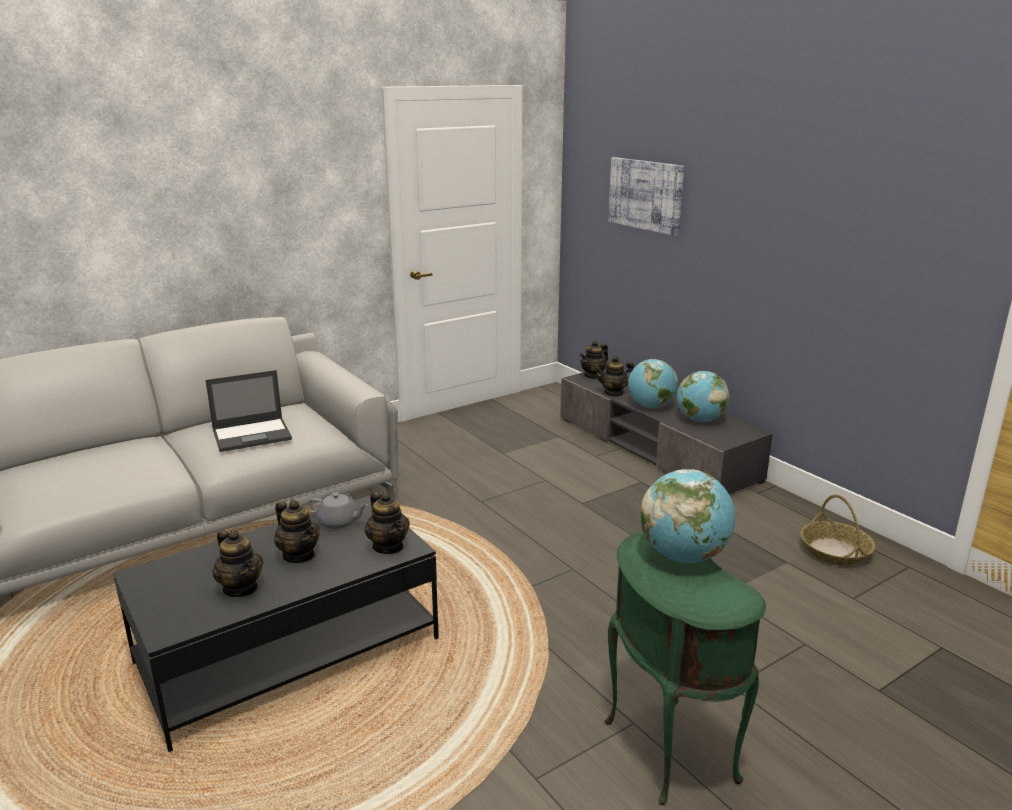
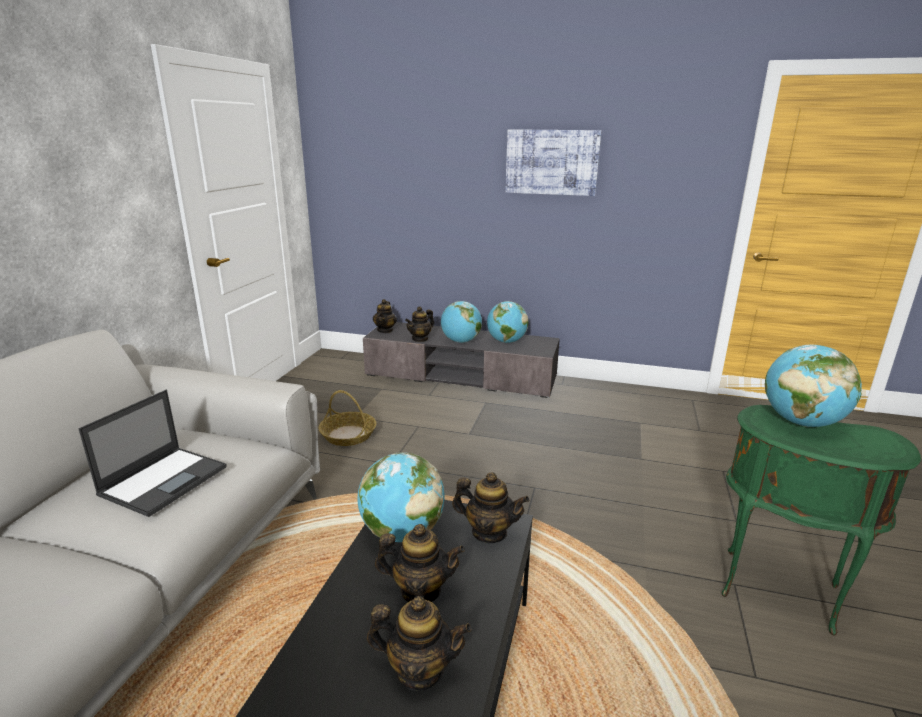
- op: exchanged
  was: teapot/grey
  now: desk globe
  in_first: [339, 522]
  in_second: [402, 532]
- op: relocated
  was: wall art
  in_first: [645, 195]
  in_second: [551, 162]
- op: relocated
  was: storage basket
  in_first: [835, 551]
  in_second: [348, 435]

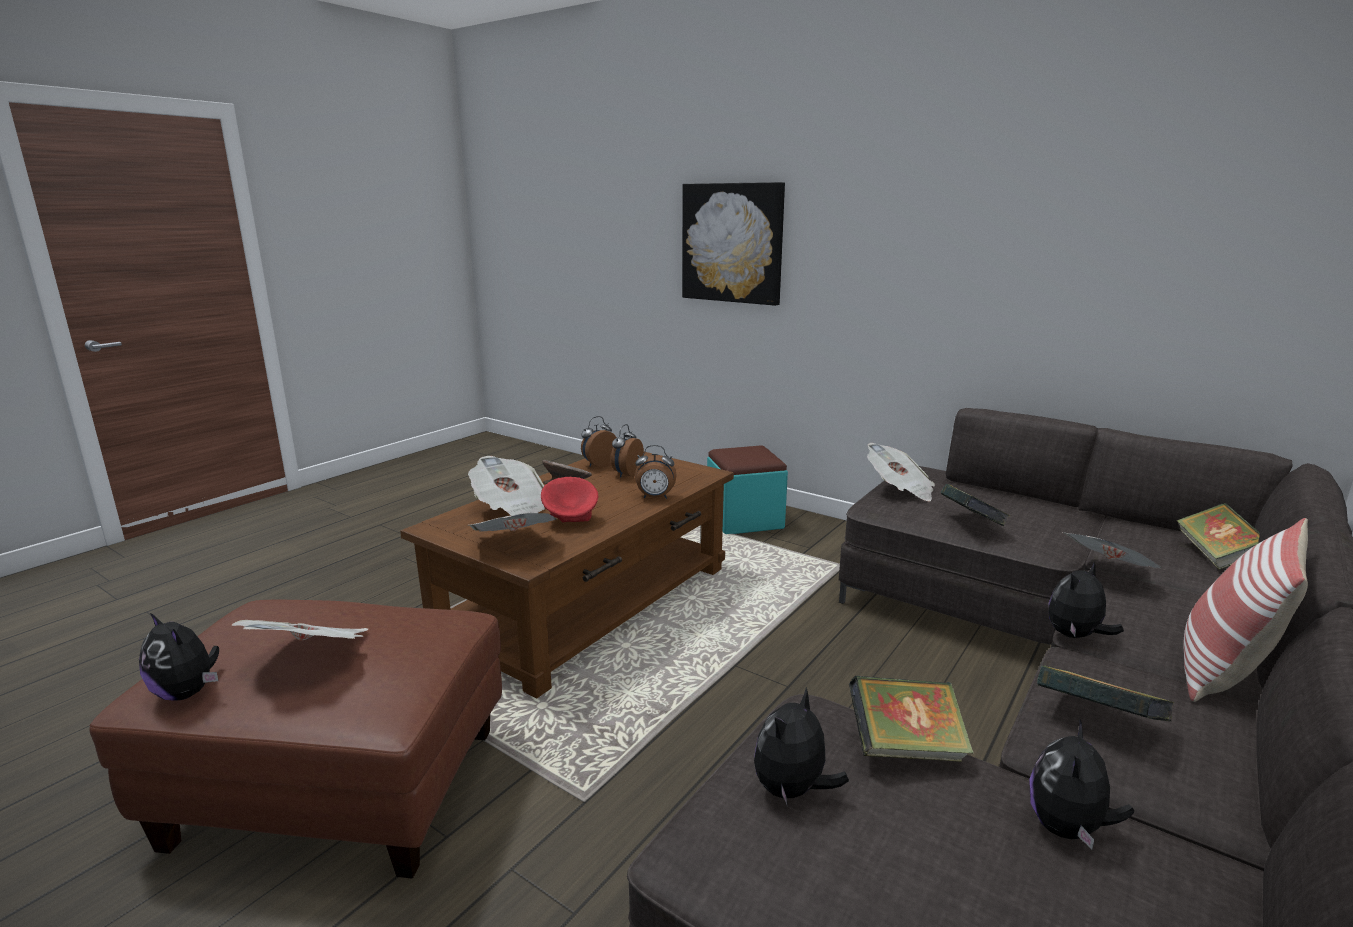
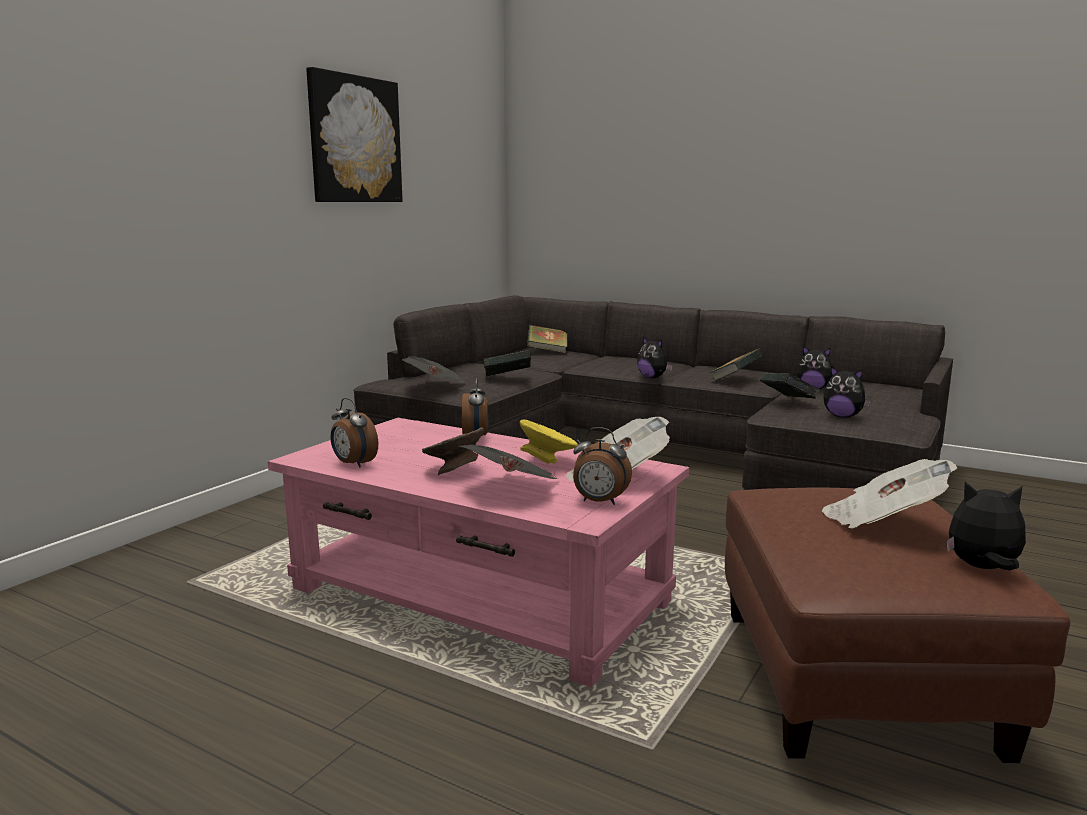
- op: spun
  was: soft toy
  in_first: [188, 693]
  in_second: [982, 568]
  clockwise: -105
- op: colour
  was: lounge table/brownish
  now: lounge table/pinkish
  in_first: [587, 604]
  in_second: [480, 596]
- op: colour
  was: serving bowl/red
  now: serving bowl/yellow
  in_first: [571, 521]
  in_second: [547, 462]
- op: relocated
  was: alarm clock
  in_first: [626, 474]
  in_second: [599, 502]
- op: relocated
  was: wall art
  in_first: [732, 243]
  in_second: [354, 140]
- op: missing
  was: footrest/turquoise-coloured
  in_first: [744, 519]
- op: missing
  was: newspaper
  in_first: [1108, 574]
- op: missing
  was: pillow
  in_first: [1223, 671]

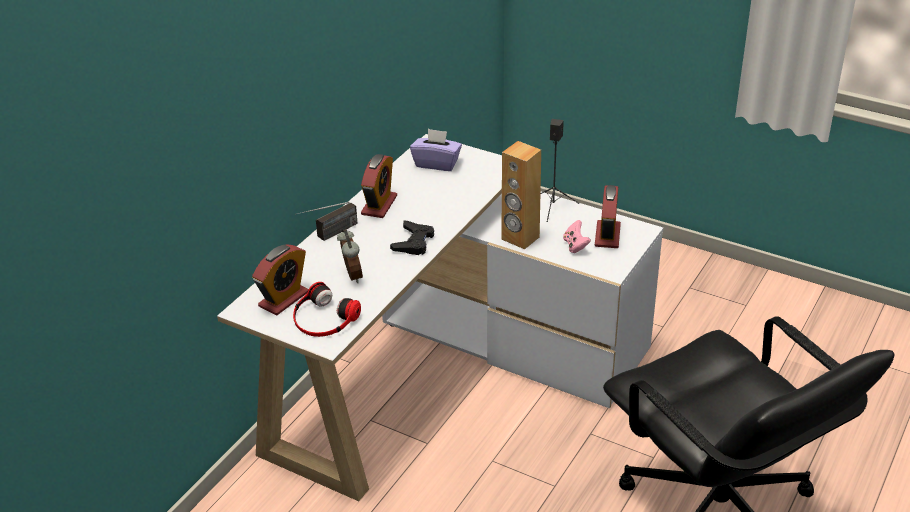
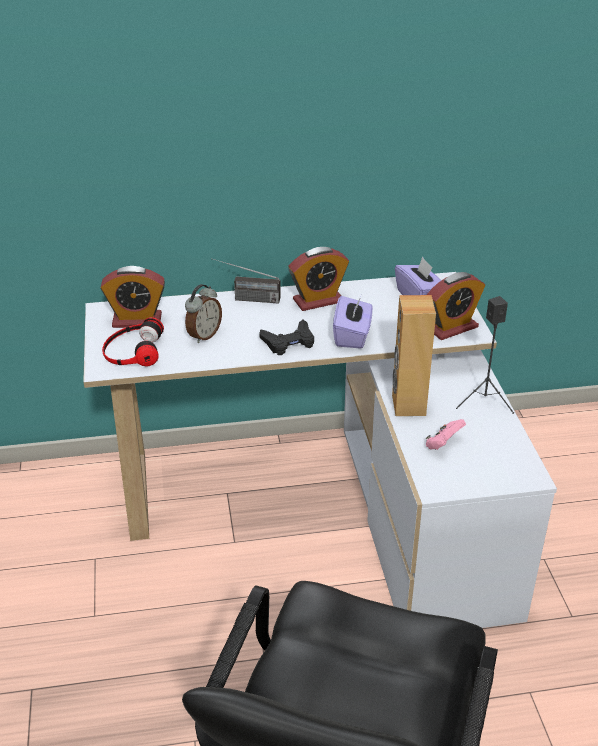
- op: relocated
  was: alarm clock
  in_first: [607, 235]
  in_second: [451, 328]
- op: appeared
  now: box of tissues/purple-coloured
  in_second: [352, 336]

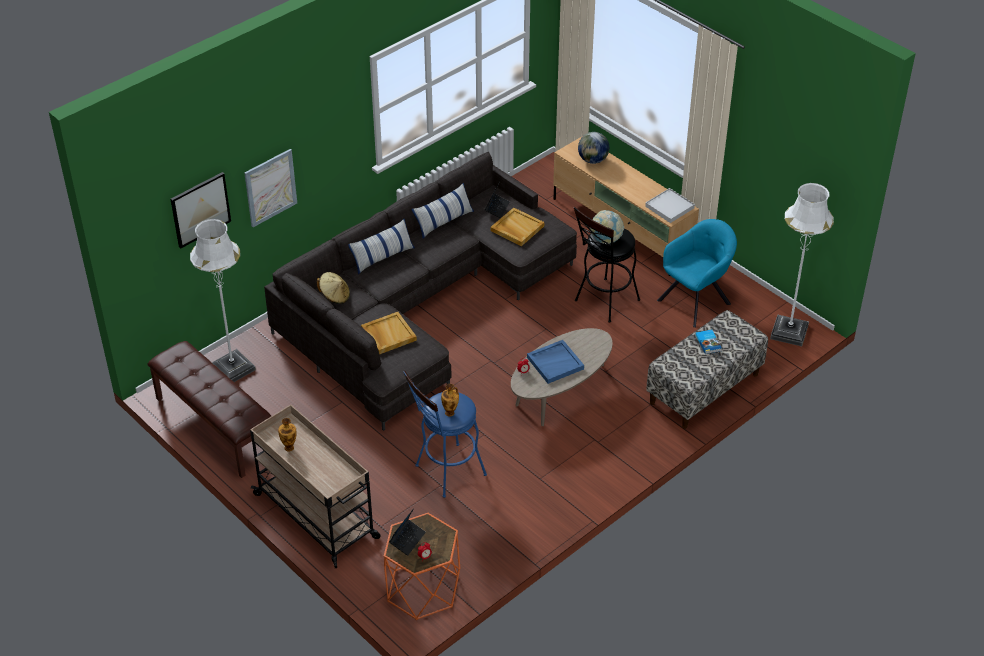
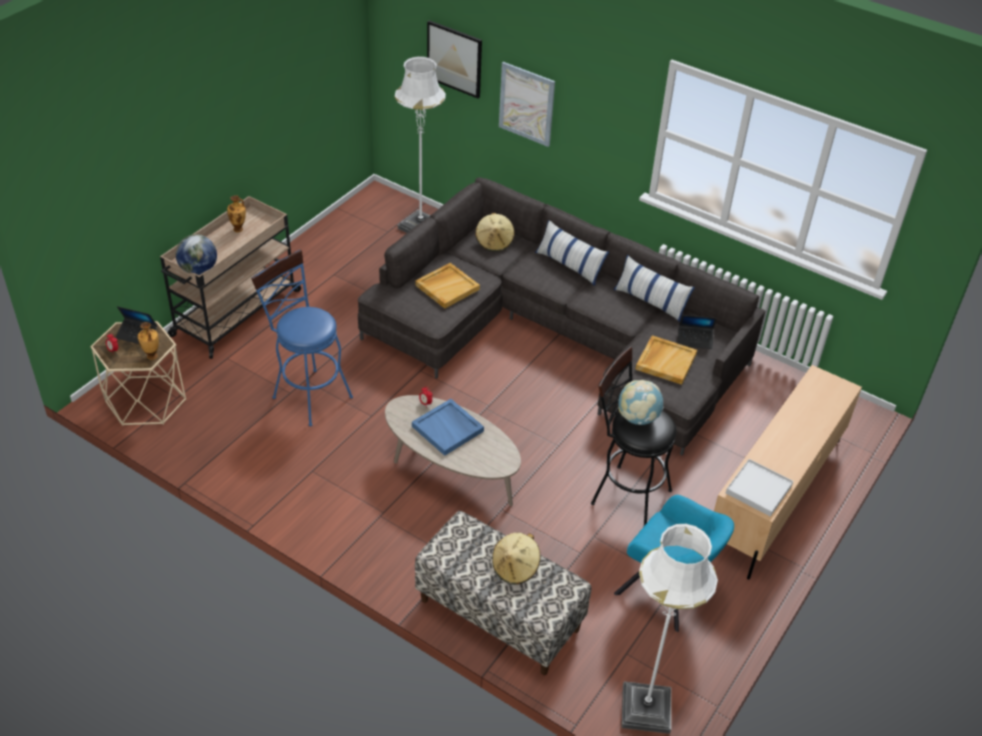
- op: missing
  was: long seat/brownish
  in_first: [214, 427]
- op: colour
  was: end table/orange
  now: end table/sand-coloured
  in_first: [423, 589]
  in_second: [145, 401]
- op: relocated
  was: flower vase
  in_first: [450, 413]
  in_second: [152, 356]
- op: relocated
  was: desk globe
  in_first: [593, 160]
  in_second: [198, 270]
- op: exchanged
  was: bound book
  now: clothing hat/sand-coloured
  in_first: [708, 343]
  in_second: [515, 568]

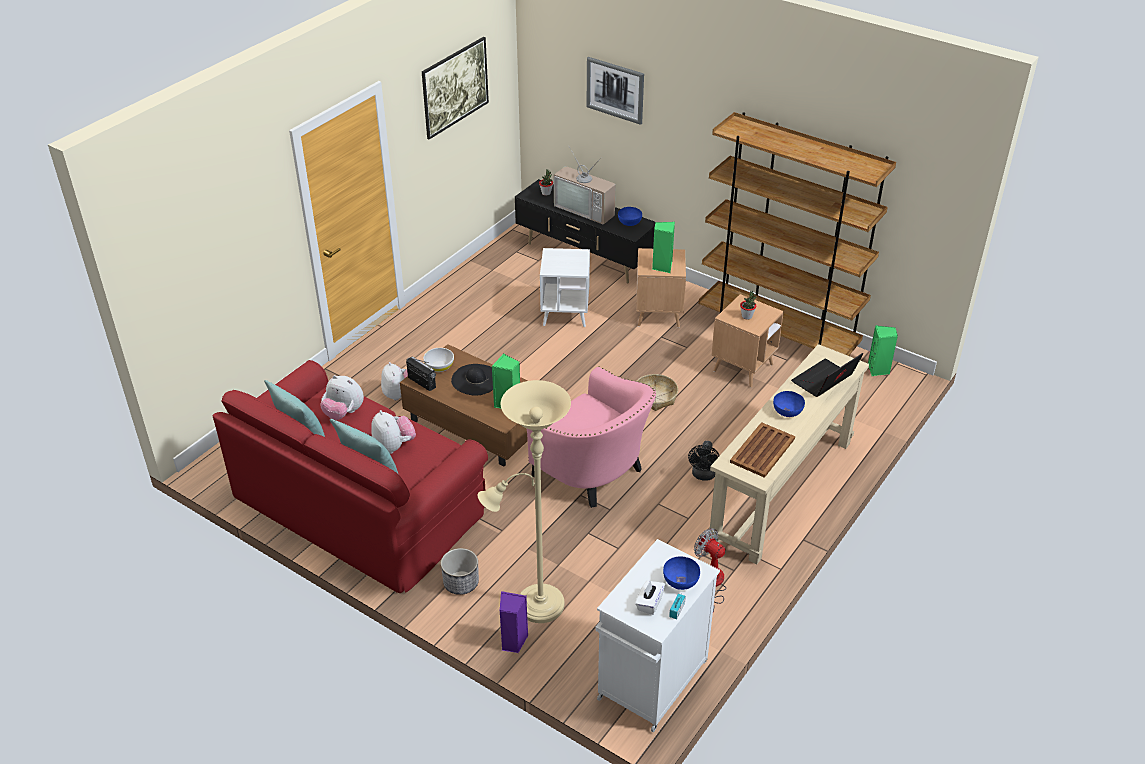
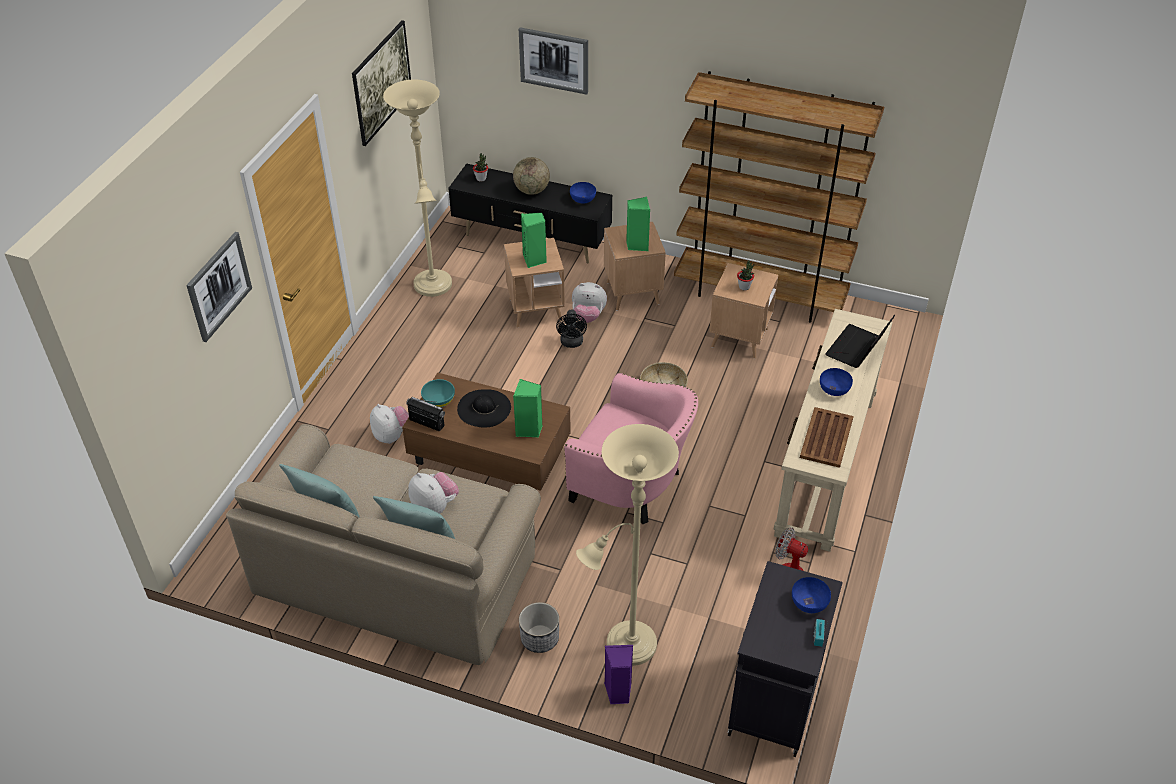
- op: colour
  was: settee/red
  now: settee/sand-coloured
  in_first: [359, 502]
  in_second: [395, 570]
- op: relocated
  was: soft toy
  in_first: [344, 413]
  in_second: [588, 316]
- op: colour
  was: serving bowl/white-coloured
  now: serving bowl/turquoise-coloured
  in_first: [439, 366]
  in_second: [438, 400]
- op: colour
  was: end table/white-coloured
  now: end table/brownish
  in_first: [565, 314]
  in_second: [535, 310]
- op: exchanged
  was: television
  now: desk globe
  in_first: [587, 209]
  in_second: [532, 190]
- op: colour
  was: cabinet/white-coloured
  now: cabinet/blackish
  in_first: [651, 682]
  in_second: [774, 703]
- op: missing
  was: box of tissues/white-coloured
  in_first: [649, 603]
- op: relocated
  was: fan/blackish
  in_first: [703, 475]
  in_second: [572, 343]
- op: relocated
  was: speaker/green
  in_first: [878, 370]
  in_second: [534, 260]
- op: appeared
  now: wall art
  in_second: [218, 286]
- op: appeared
  now: standard lamp/sand-coloured
  in_second: [433, 287]

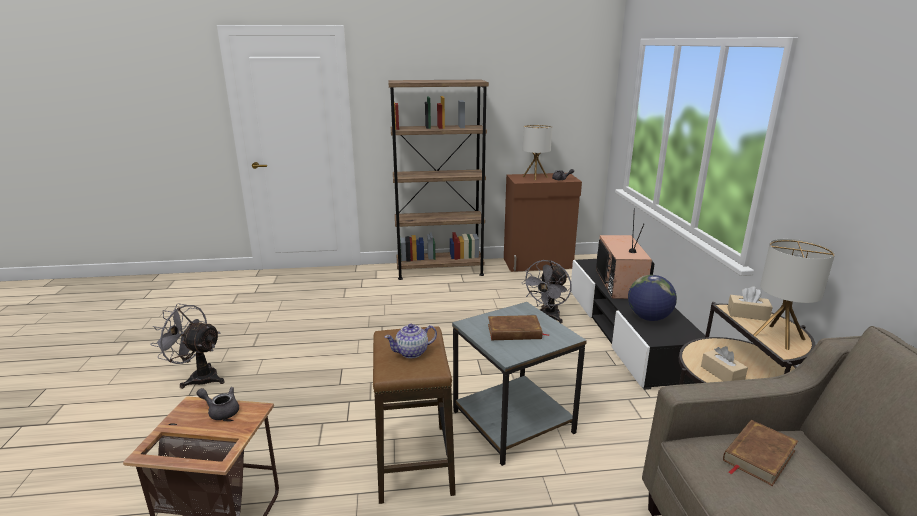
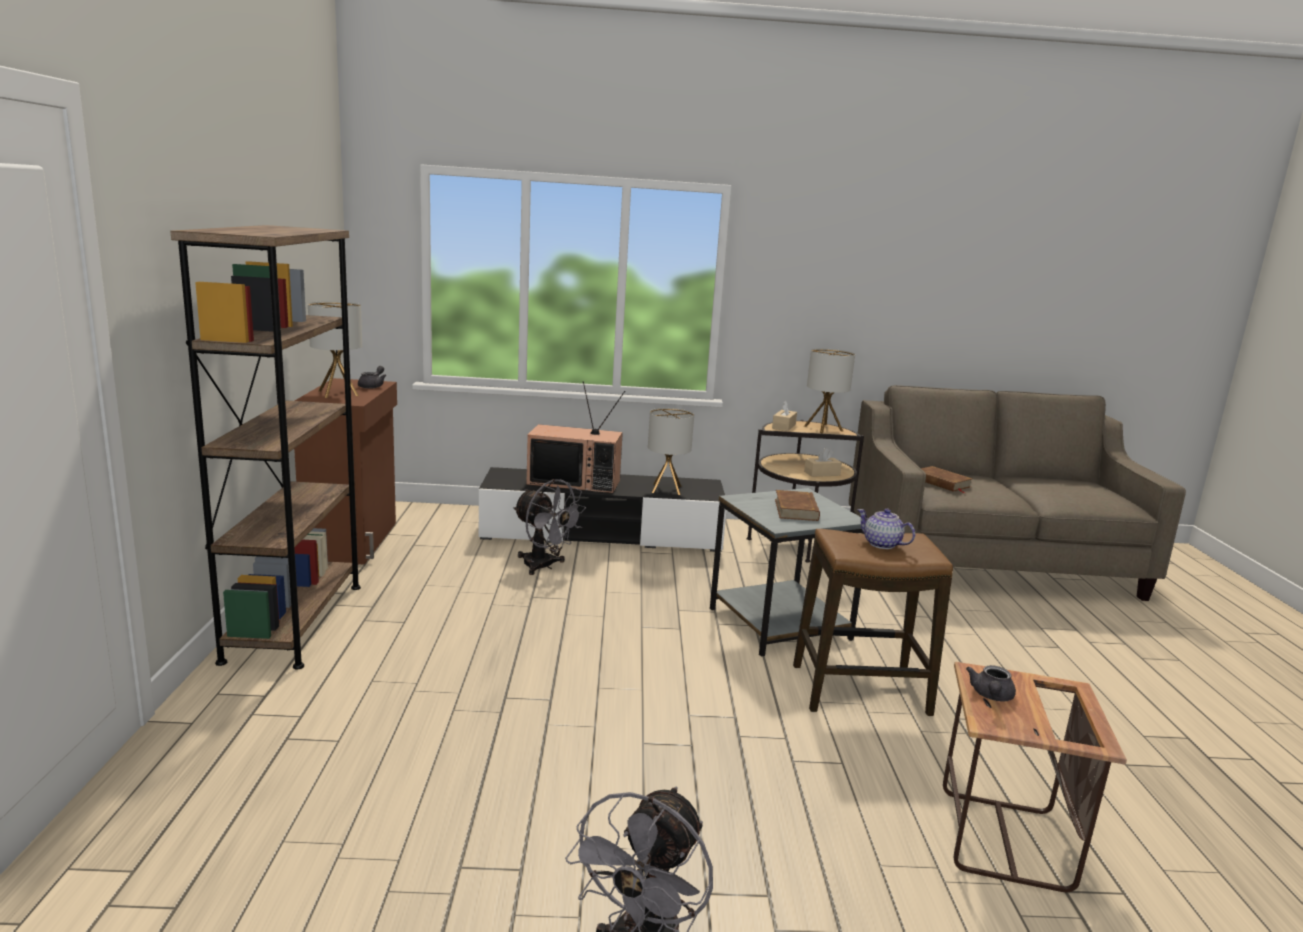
- op: spun
  was: teapot
  in_first: [412, 352]
  in_second: [882, 544]
  clockwise: 150
- op: exchanged
  was: desk globe
  now: table lamp
  in_first: [648, 318]
  in_second: [666, 489]

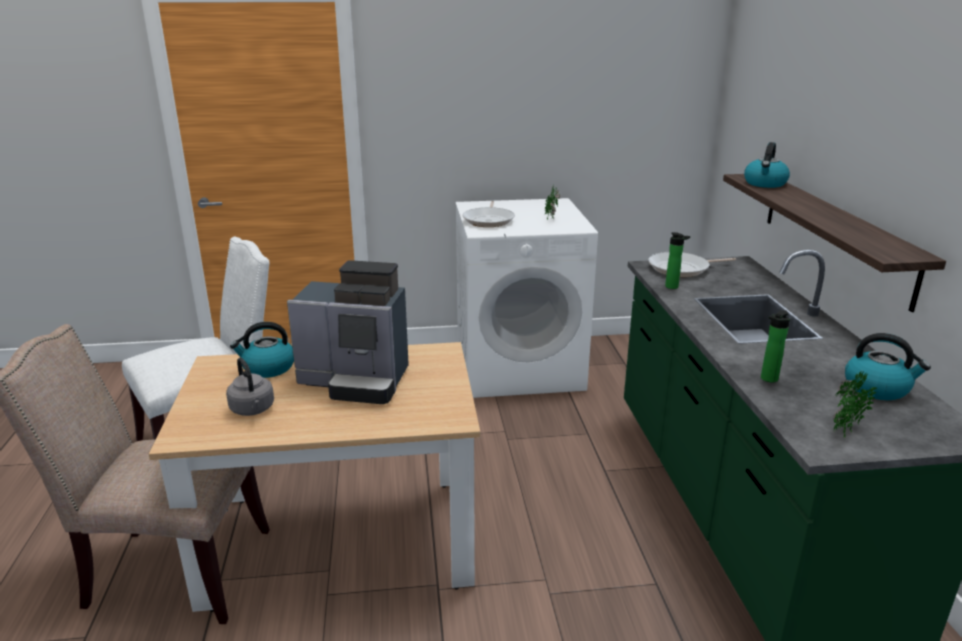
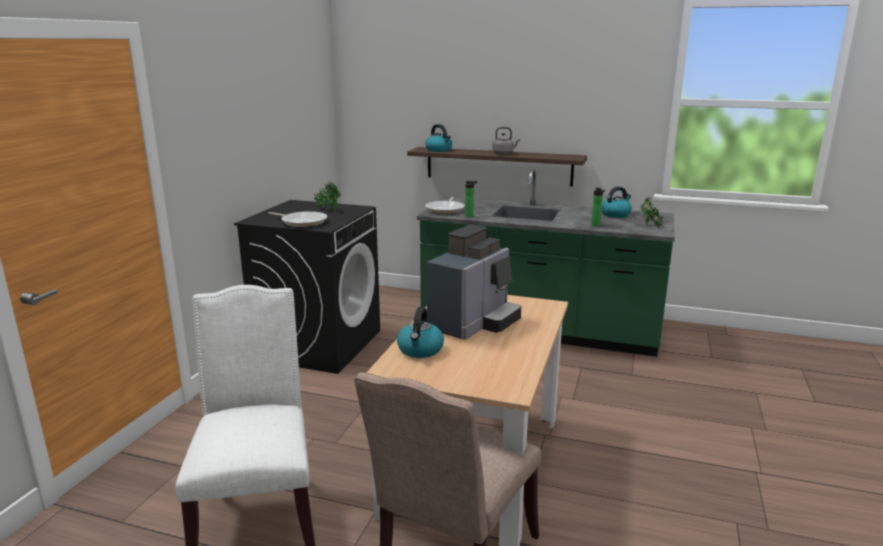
- op: relocated
  was: water kettle/grey
  in_first: [253, 410]
  in_second: [504, 153]
- op: colour
  was: laundry appliance/white-coloured
  now: laundry appliance/blackish
  in_first: [519, 367]
  in_second: [319, 344]

